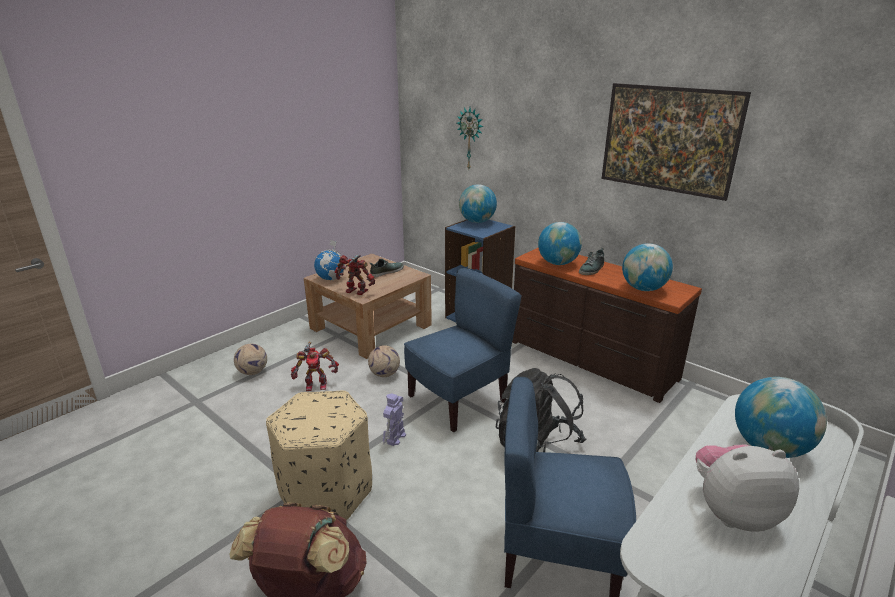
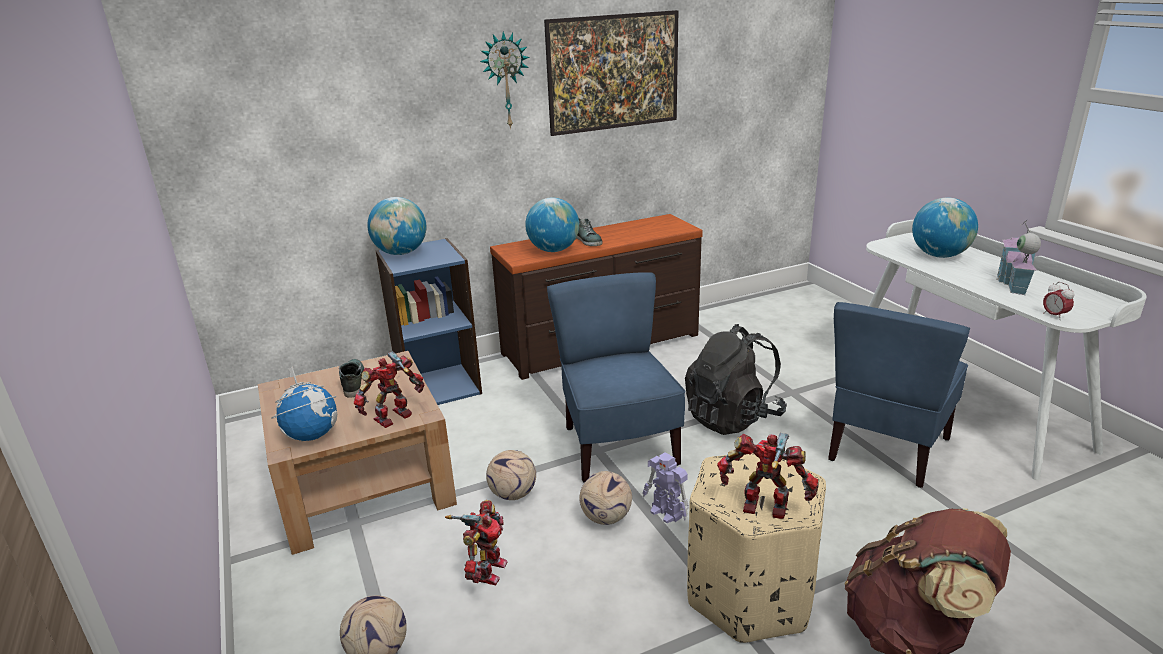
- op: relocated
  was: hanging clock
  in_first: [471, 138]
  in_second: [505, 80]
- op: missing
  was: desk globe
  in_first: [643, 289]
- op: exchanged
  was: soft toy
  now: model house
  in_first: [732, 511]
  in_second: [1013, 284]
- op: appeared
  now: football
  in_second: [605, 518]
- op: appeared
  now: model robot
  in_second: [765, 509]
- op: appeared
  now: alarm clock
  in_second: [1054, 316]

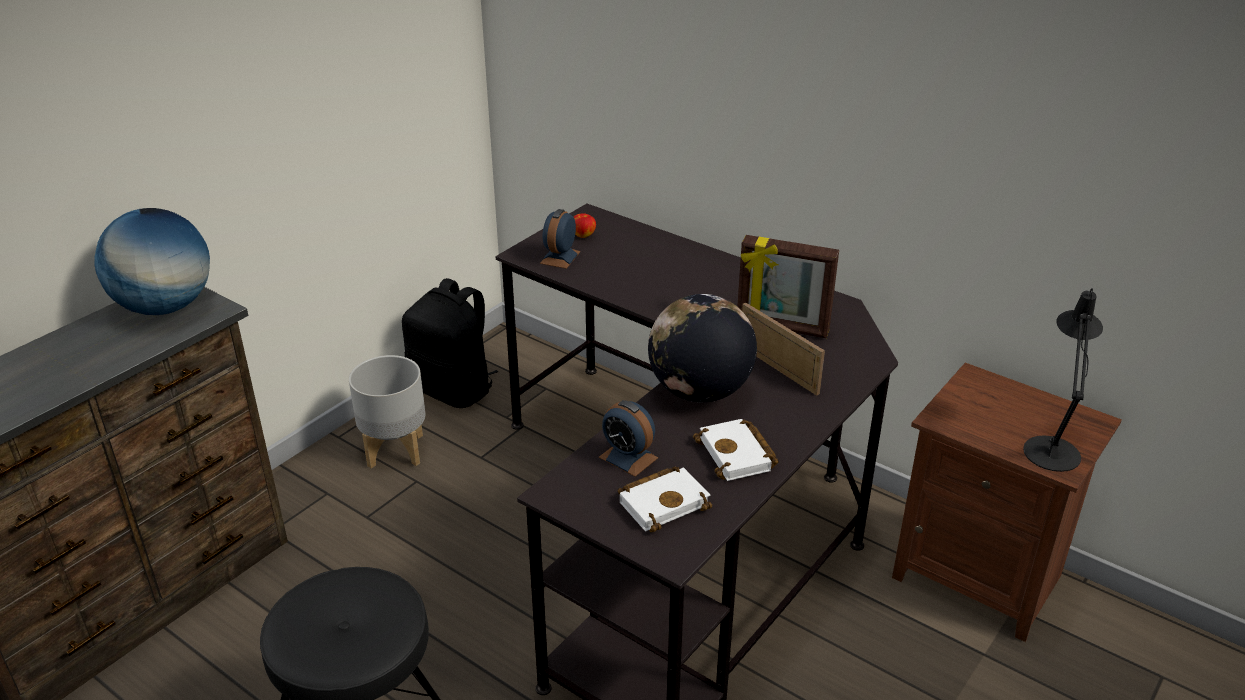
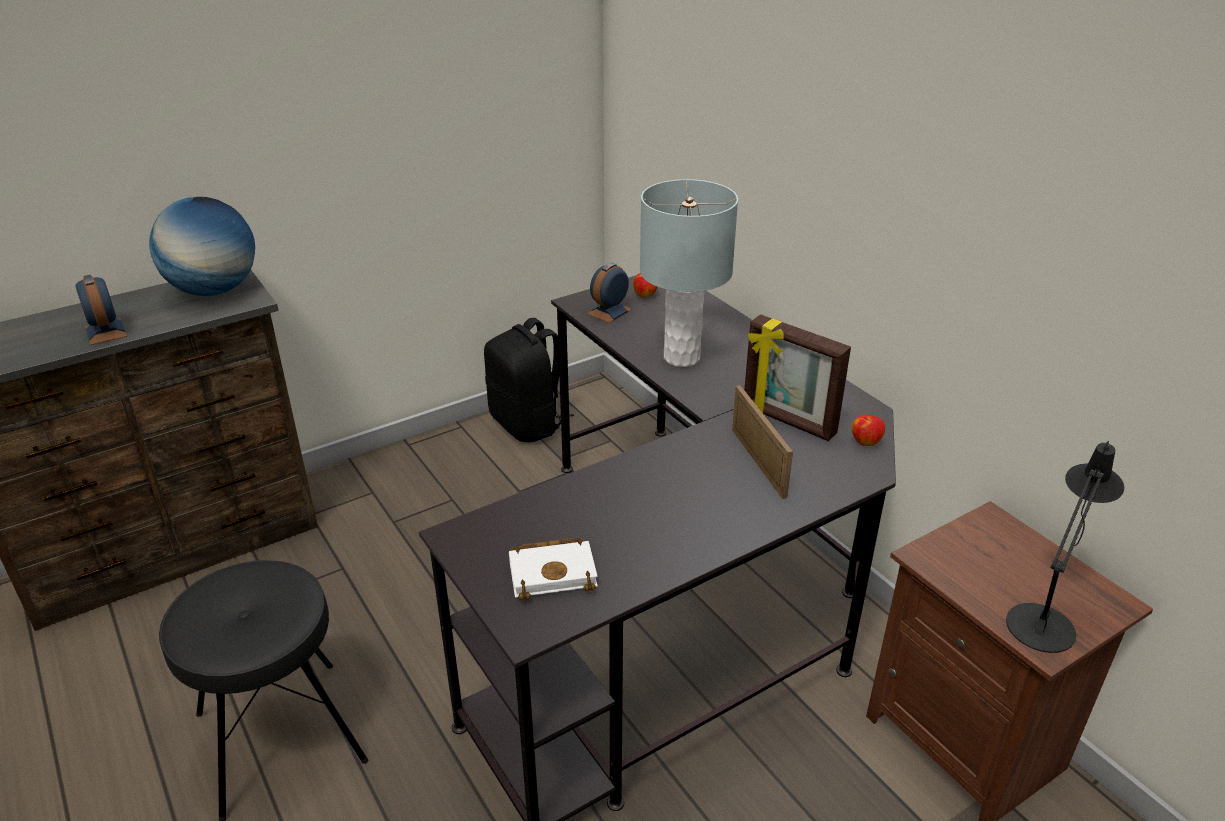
- op: missing
  was: planter/grey
  in_first: [395, 450]
- op: relocated
  was: alarm clock
  in_first: [628, 457]
  in_second: [106, 331]
- op: missing
  was: desk globe
  in_first: [699, 391]
- op: missing
  was: bound book/white-coloured
  in_first: [738, 455]
- op: appeared
  now: table lamp/grey
  in_second: [682, 358]
- op: appeared
  now: apple fruit
  in_second: [866, 441]

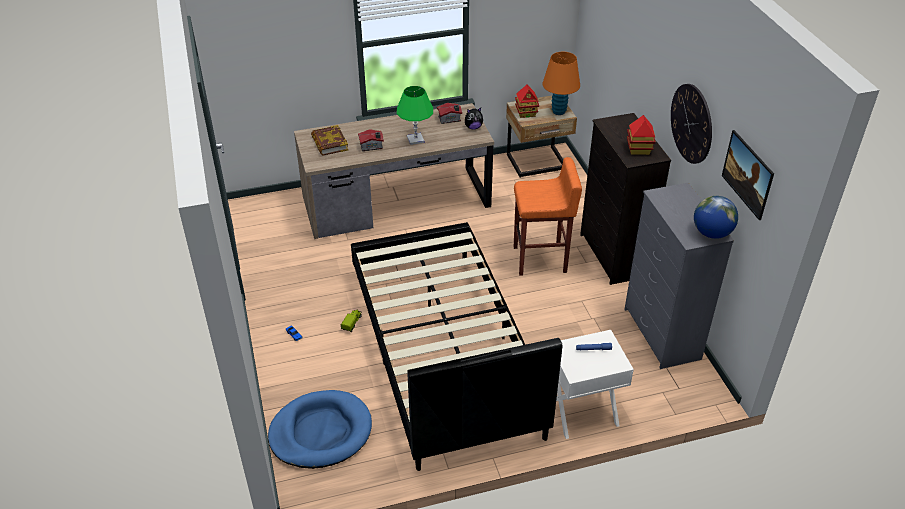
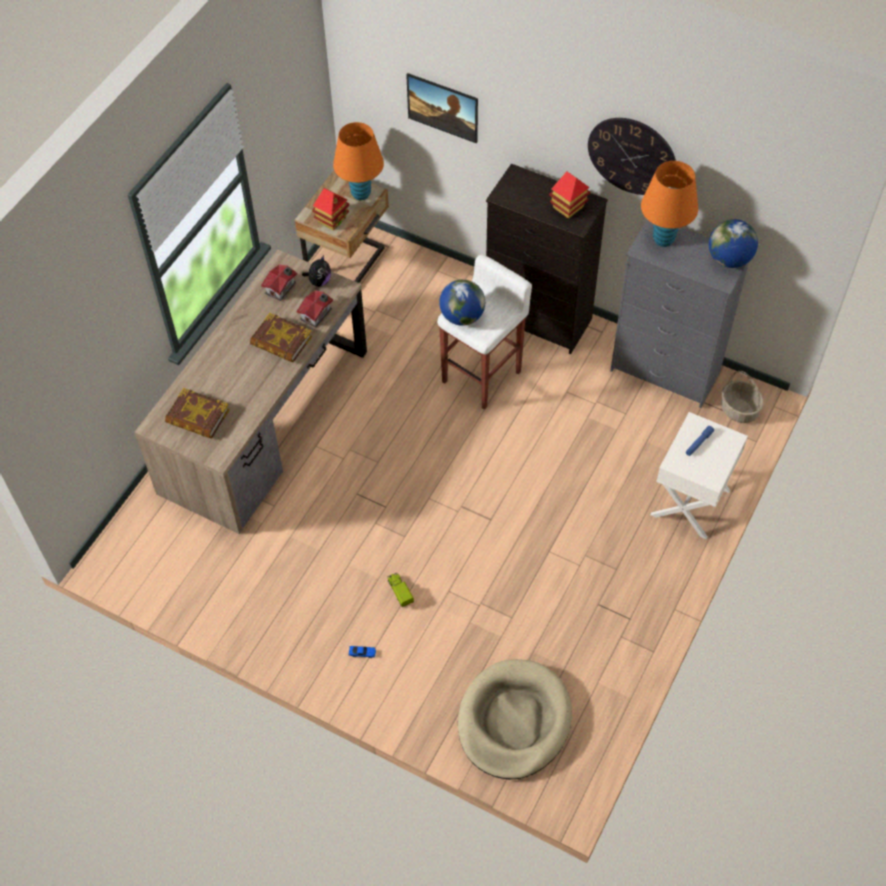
- op: colour
  was: dog cushion/blue-coloured
  now: dog cushion/sand-coloured
  in_first: [320, 432]
  in_second: [514, 721]
- op: missing
  was: sleeping bed/blackish
  in_first: [444, 352]
- op: relocated
  was: model house
  in_first: [372, 146]
  in_second: [317, 314]
- op: exchanged
  was: table lamp/green
  now: bound book
  in_first: [415, 139]
  in_second: [281, 341]
- op: colour
  was: sitting stool/orange
  now: sitting stool/white-coloured
  in_first: [541, 260]
  in_second: [483, 376]
- op: relocated
  was: wall art
  in_first: [744, 185]
  in_second: [442, 118]
- op: appeared
  now: desk globe
  in_second: [462, 316]
- op: appeared
  now: table lamp/orange
  in_second: [663, 239]
- op: appeared
  now: storage basket
  in_second: [739, 410]

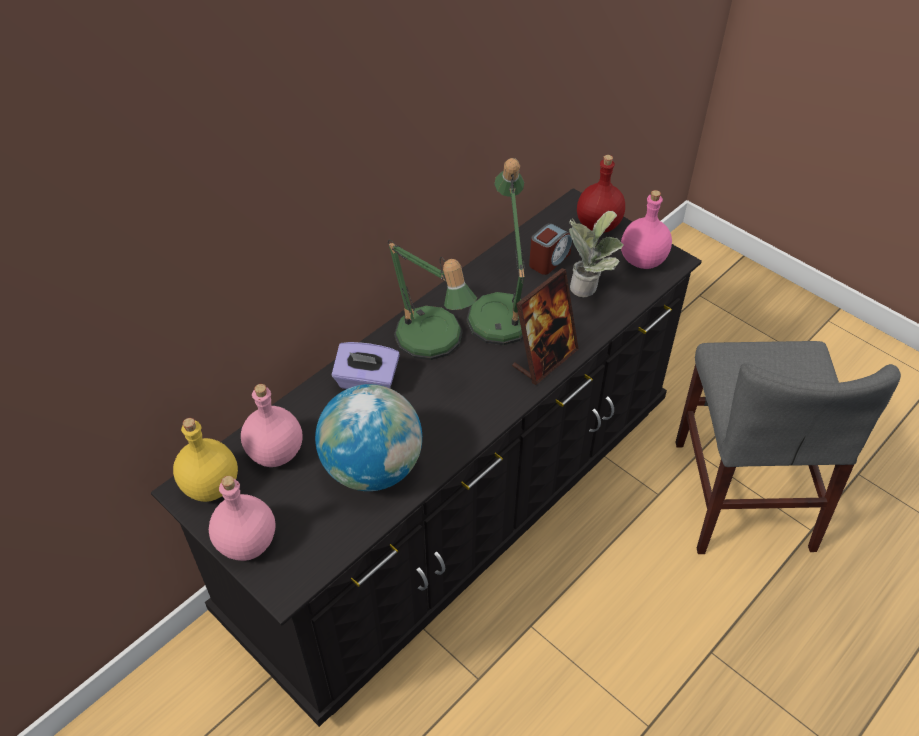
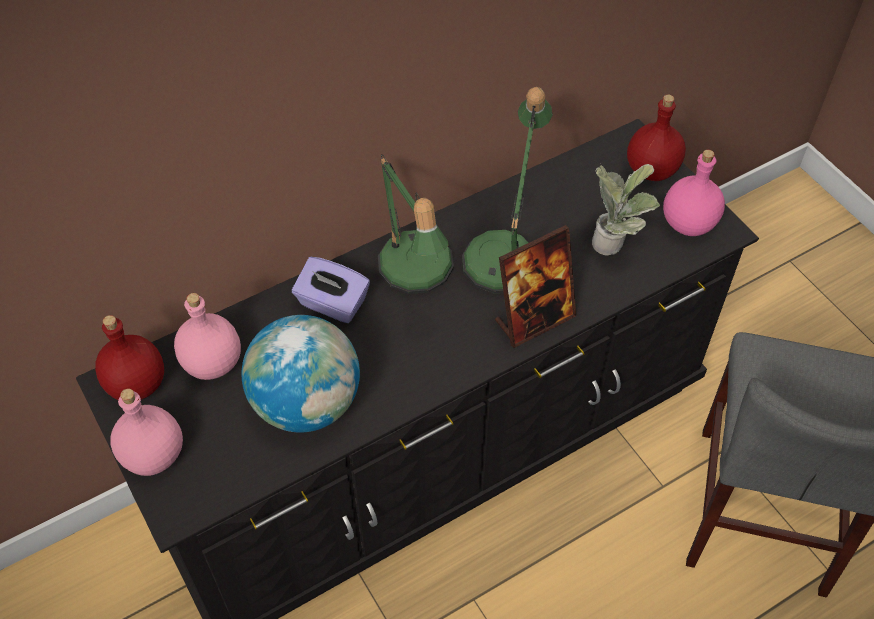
- op: colour
  was: drink bottle/yellow
  now: drink bottle/red
  in_first: [210, 486]
  in_second: [135, 385]
- op: missing
  was: alarm clock
  in_first: [549, 260]

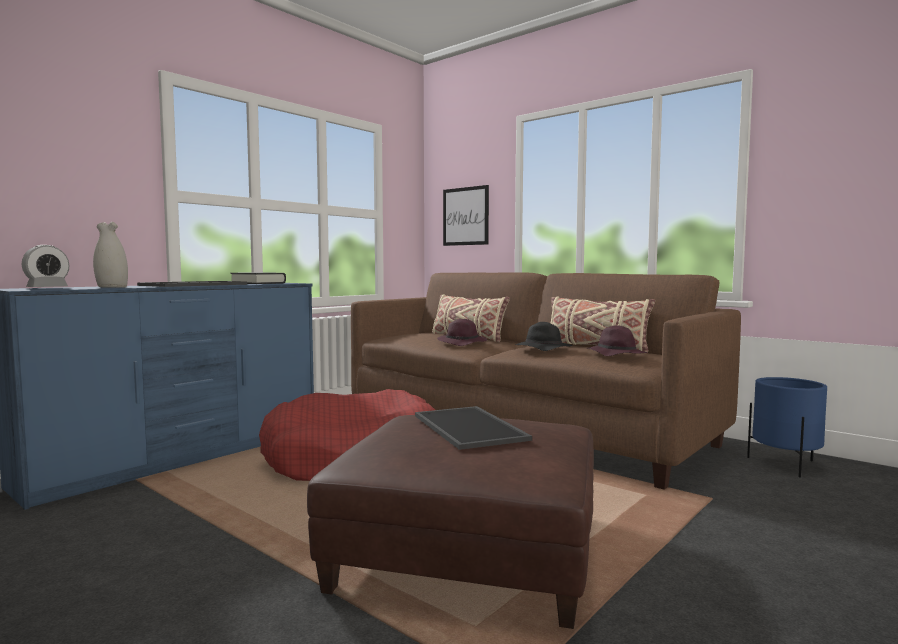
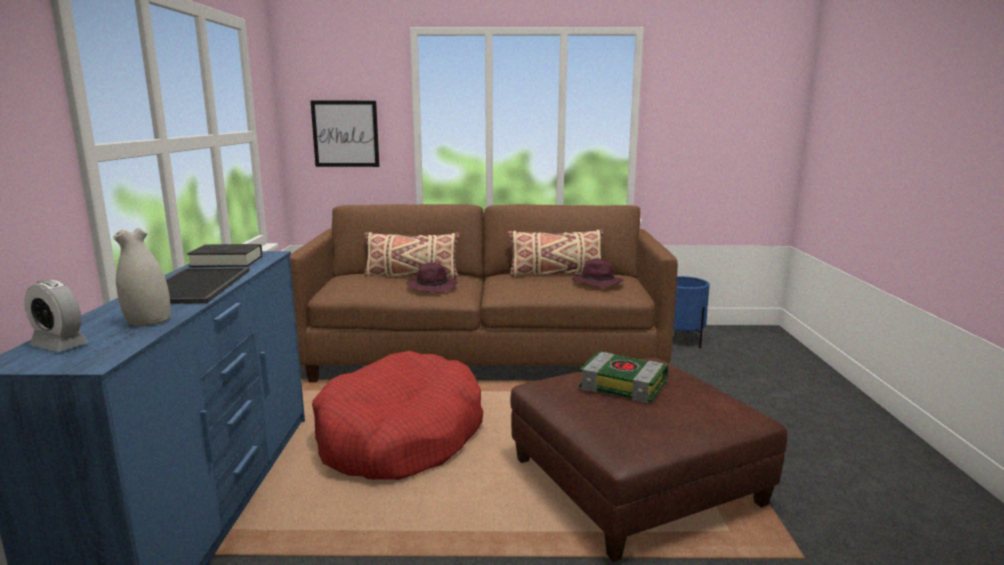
- op: spun
  was: alarm clock
  in_first: [47, 288]
  in_second: [59, 345]
  clockwise: 120
- op: exchanged
  was: serving tray
  now: bound book
  in_first: [471, 427]
  in_second: [625, 385]
- op: missing
  was: clothing hat/blackish
  in_first: [542, 349]

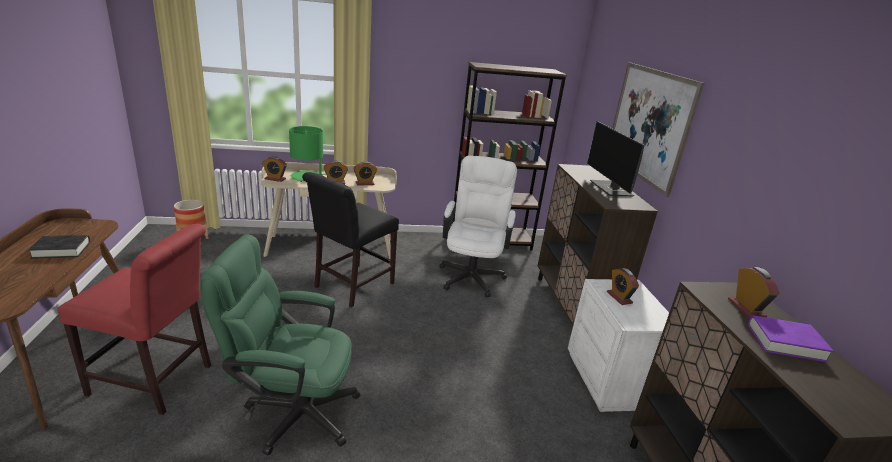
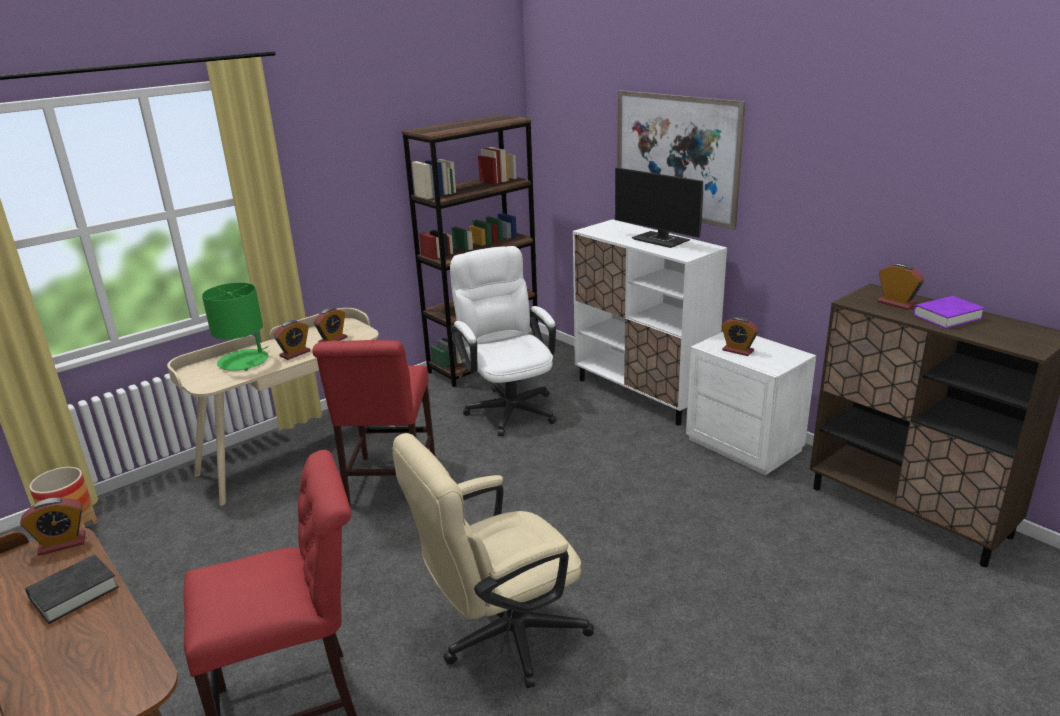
- op: colour
  was: computer chair/green
  now: computer chair/sand-coloured
  in_first: [291, 412]
  in_second: [501, 638]
- op: relocated
  was: alarm clock
  in_first: [275, 179]
  in_second: [62, 544]
- op: colour
  was: chair/blackish
  now: chair/red
  in_first: [351, 286]
  in_second: [389, 484]
- op: colour
  was: cabinet/brownish
  now: cabinet/white-coloured
  in_first: [572, 307]
  in_second: [643, 393]

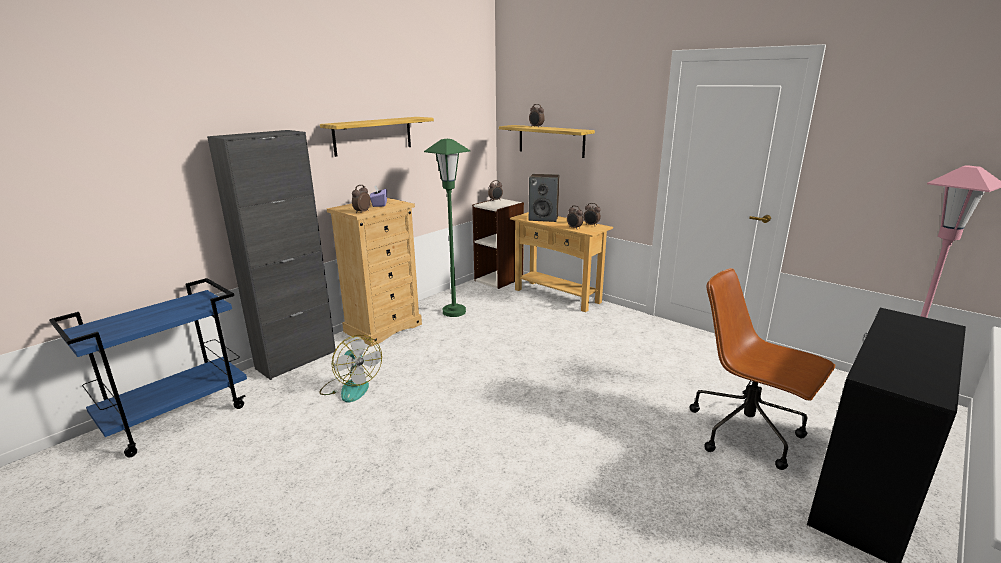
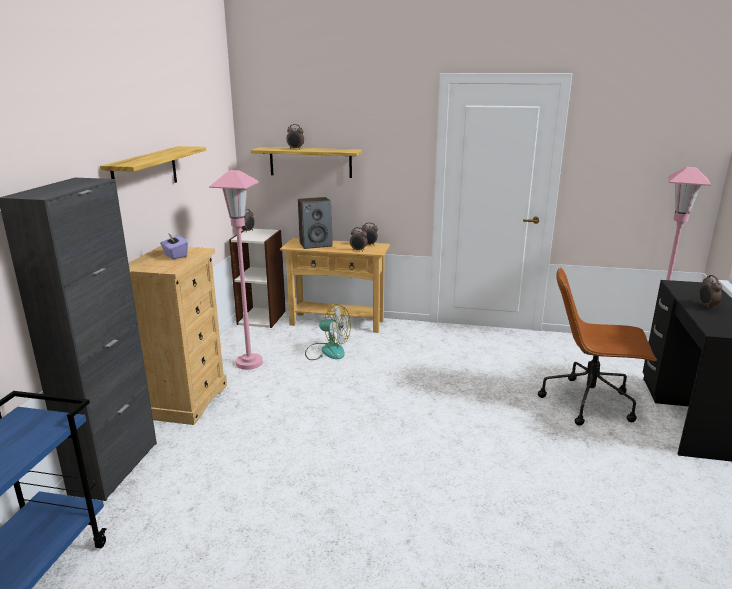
- op: relocated
  was: fan
  in_first: [351, 387]
  in_second: [327, 351]
- op: relocated
  was: alarm clock
  in_first: [361, 212]
  in_second: [706, 306]
- op: colour
  was: standard lamp/green
  now: standard lamp/pinkish
  in_first: [454, 312]
  in_second: [249, 363]

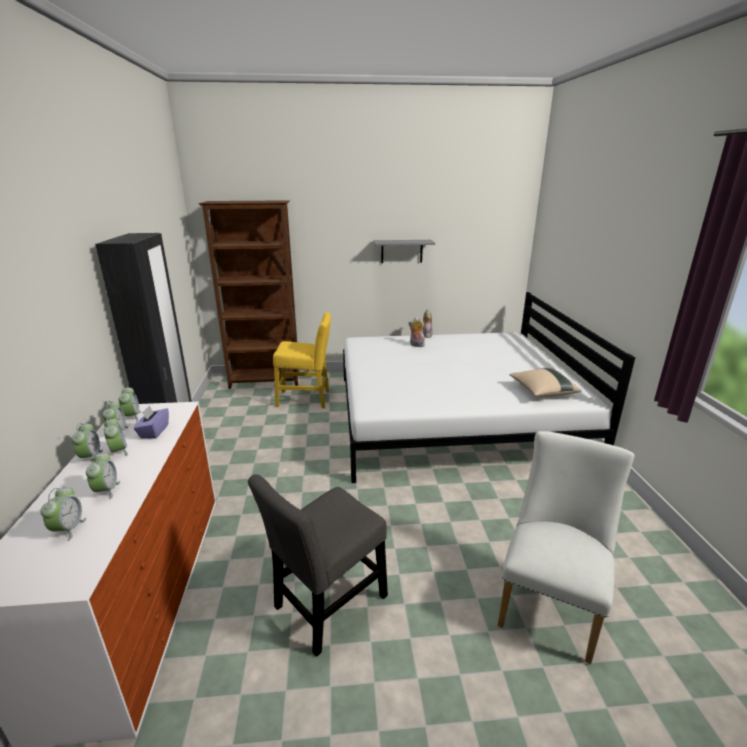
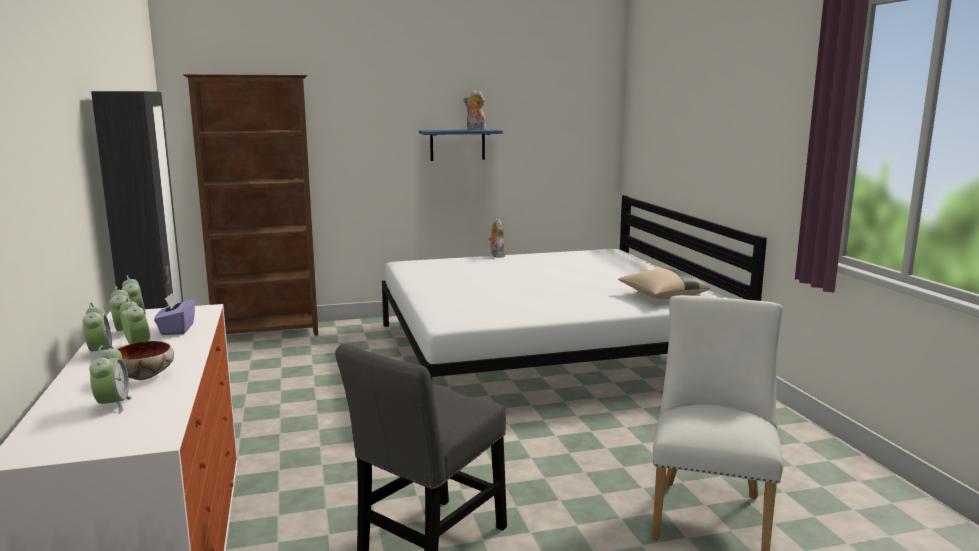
- op: exchanged
  was: alarm clock
  now: serving bowl
  in_first: [107, 491]
  in_second: [144, 376]
- op: missing
  was: chair/yellow
  in_first: [306, 399]
- op: colour
  was: shelf/grey
  now: shelf/blue-coloured
  in_first: [401, 251]
  in_second: [457, 145]
- op: relocated
  was: soft toy
  in_first: [416, 345]
  in_second: [475, 129]

